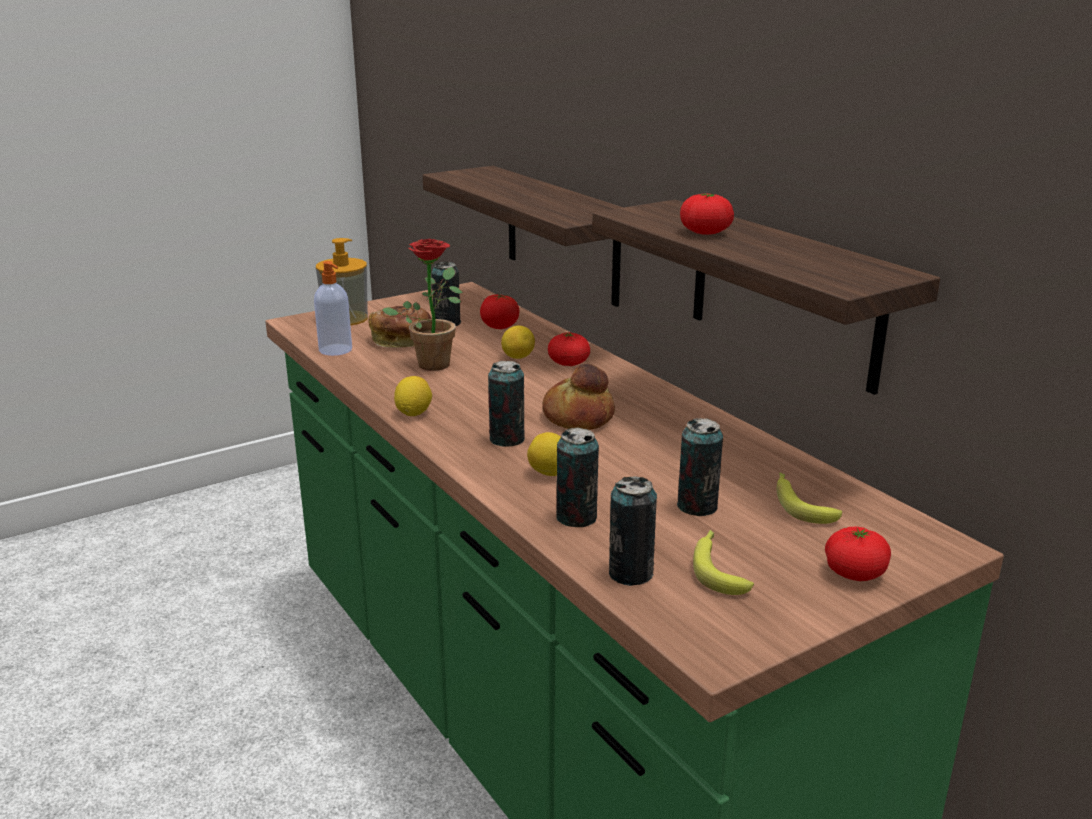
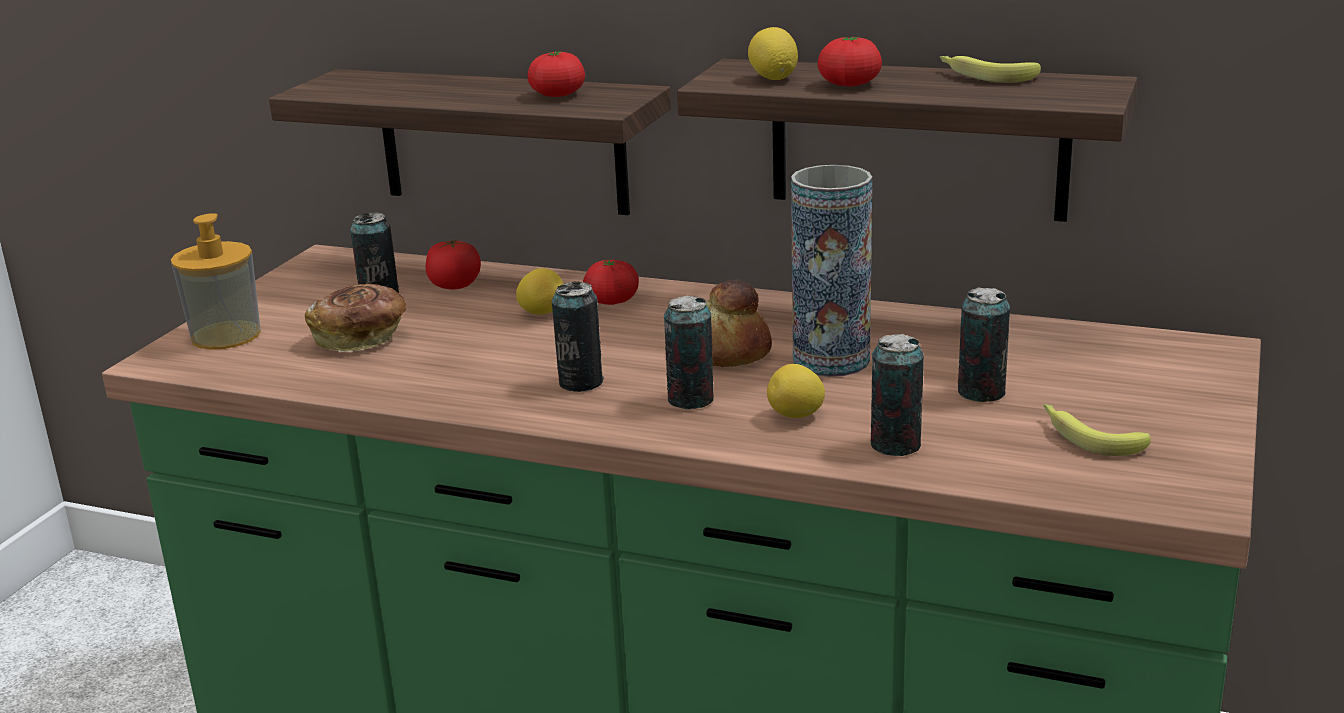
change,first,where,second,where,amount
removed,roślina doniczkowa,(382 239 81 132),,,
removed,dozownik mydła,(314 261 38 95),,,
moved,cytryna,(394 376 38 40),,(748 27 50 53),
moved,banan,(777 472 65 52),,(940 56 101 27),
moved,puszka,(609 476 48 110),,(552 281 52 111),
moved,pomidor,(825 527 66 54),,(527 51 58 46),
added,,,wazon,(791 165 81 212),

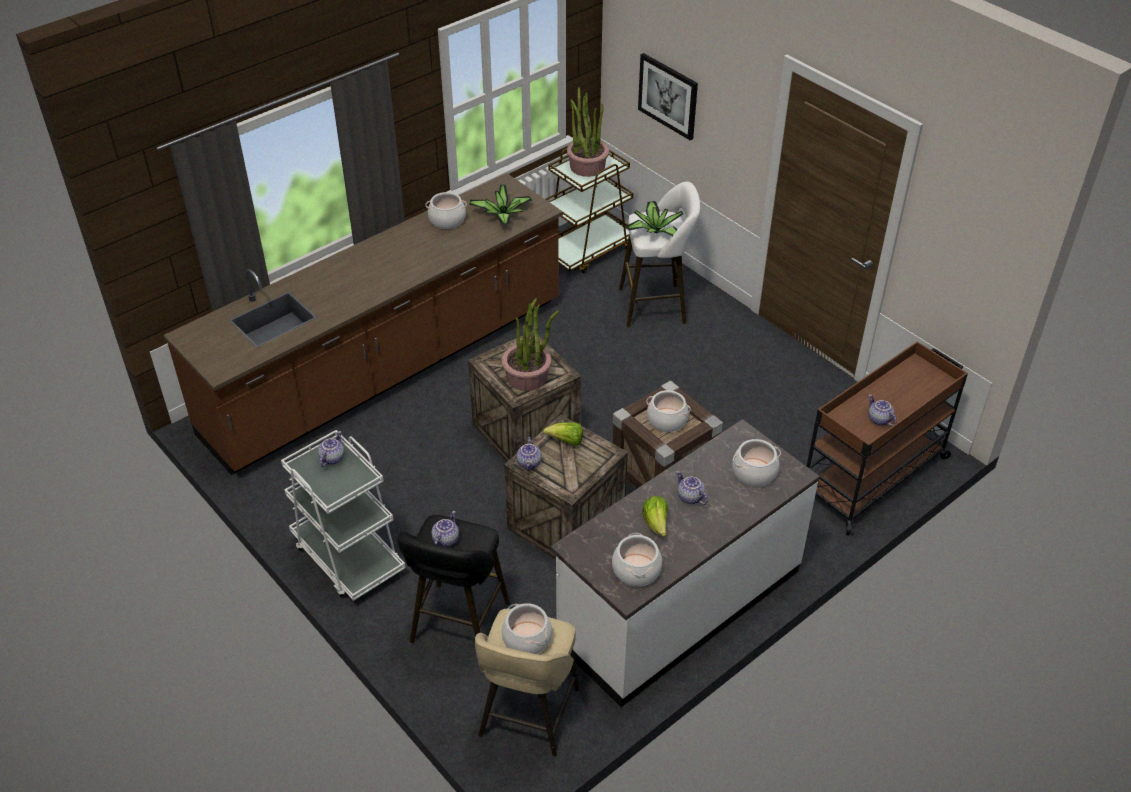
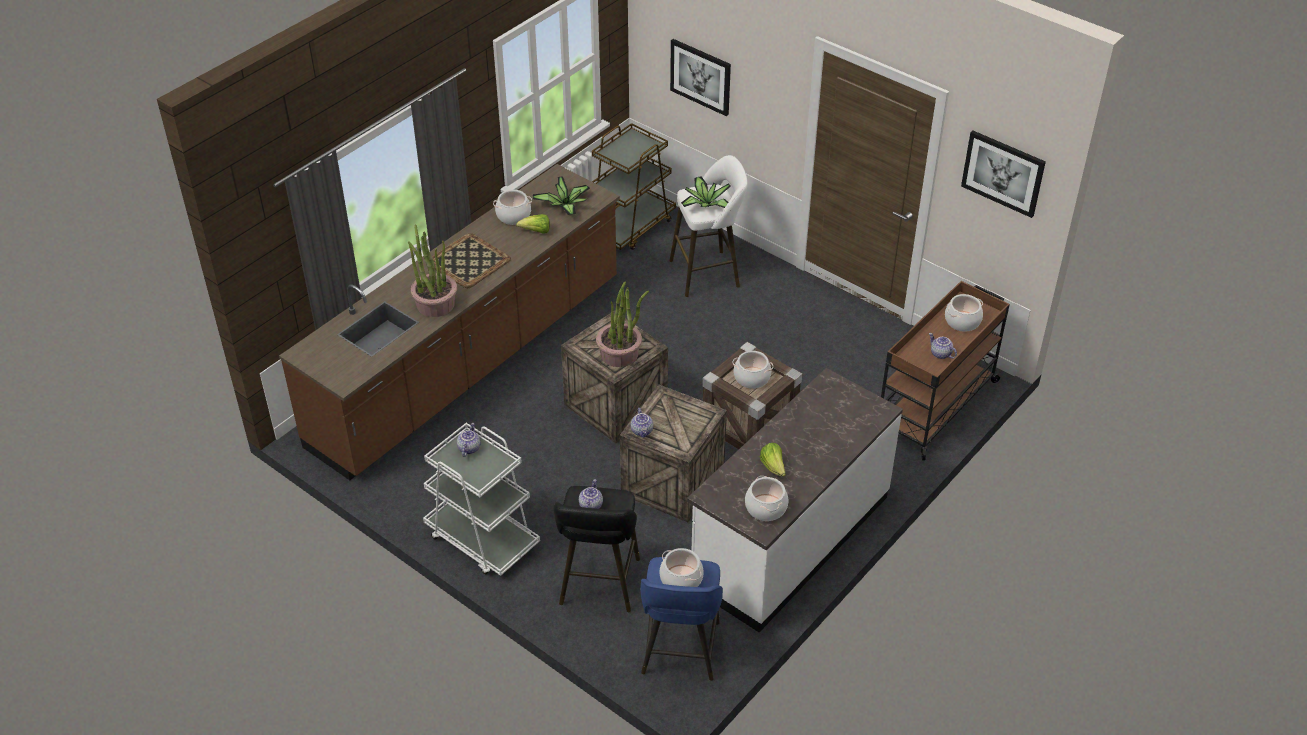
change,first,where,second,where,amount
moved,roślina doniczkowa,(567 87 42 90),,(408 224 49 93),
moved,sałata,(543 422 40 24),,(516 214 34 20),
moved,garnek,(732 439 49 47),,(945 294 38 38),
removed,imbryk,(676 471 32 34),,,
recoloured,stołek (beżowy),(475 609 104 147),stołek (niebieski),(640 557 83 124),
added,,,obraz,(961 131 85 87),
added,,,taca,(432 233 79 55),

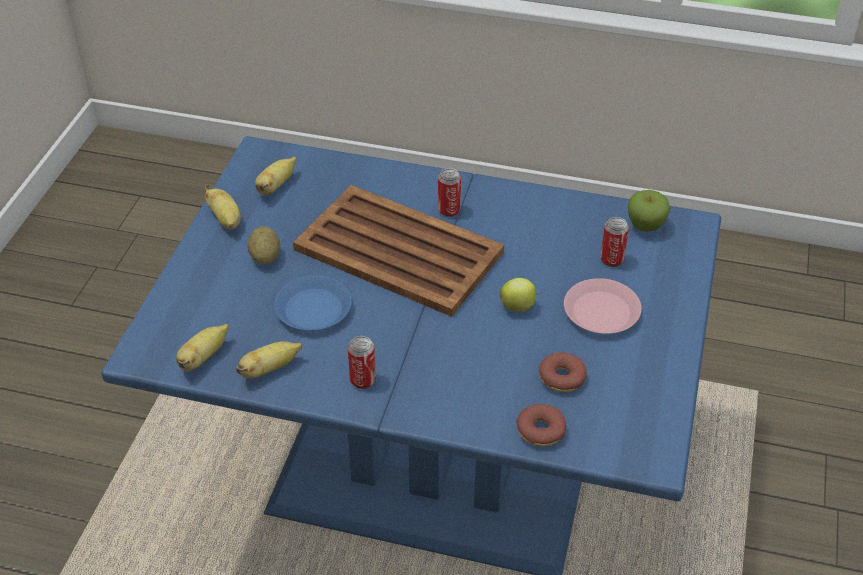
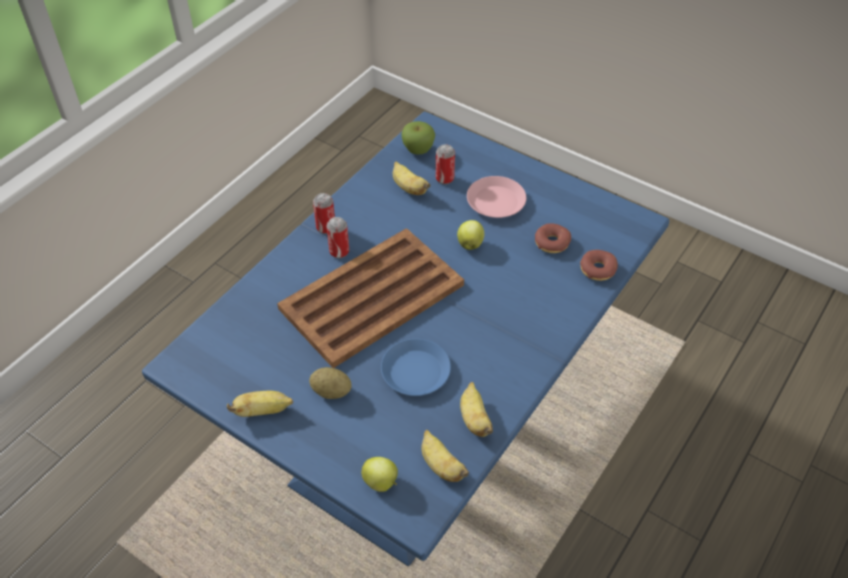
change,first,where,second,where,amount
moved,banan,(255 157 41 38),,(393 161 38 34),
moved,puszka,(348 336 28 53),,(313 193 22 41),
added,,,jabłko,(361 457 37 35),

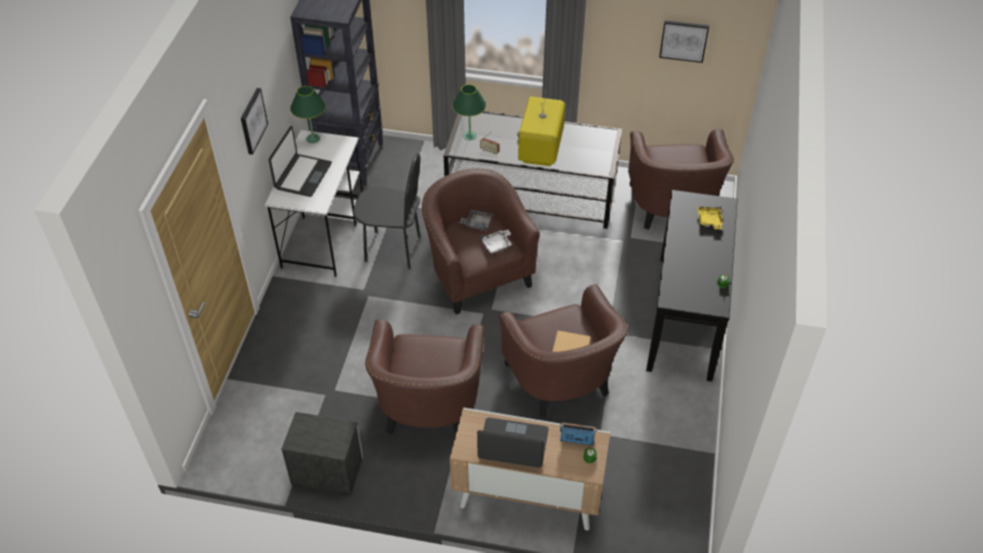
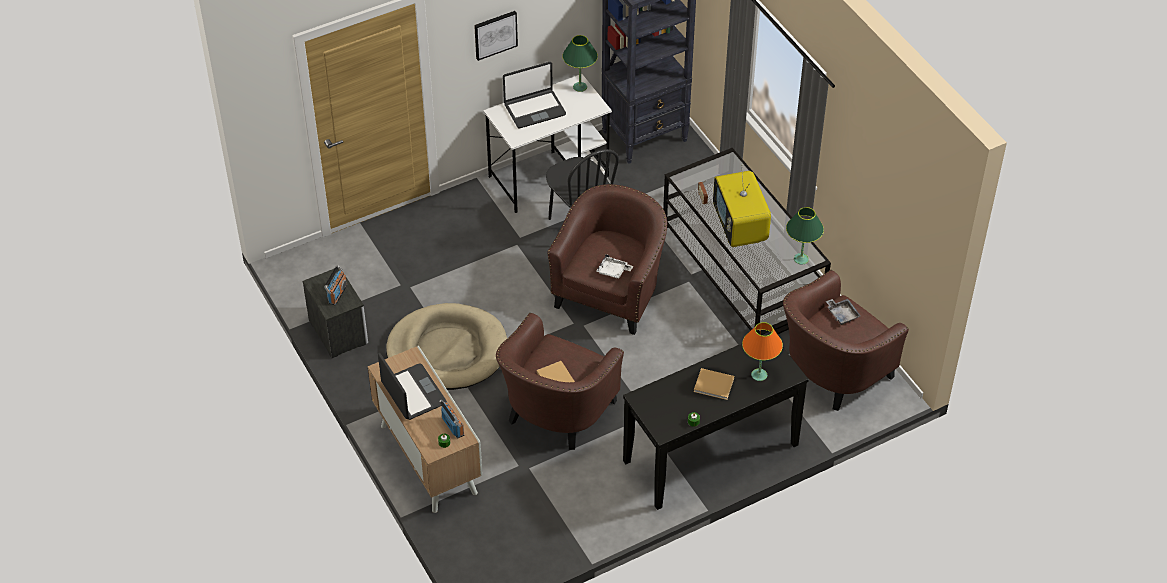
change,first,where,second,where,amount
removed,obraz,(659 20 50 43),,,
moved,lampa stołowa (zielony),(452 84 34 56),,(786 207 38 57),
turned,telewizor,(517 87 48 79),,(713 165 58 82),75 degrees counterclockwise
replaced,taca (żółty),(697 206 26 23),lampa stołowa (pomarańczowy),(742 322 41 59),
moved,taca (szary),(460 210 34 21),,(826 299 35 26),
replaced,fotel (brązowy),(365 319 119 115),legowisko (beżowy),(386 303 121 87),
added,,,radio,(324 265 23 40),
added,,,książka (beżowy),(694 368 40 32),

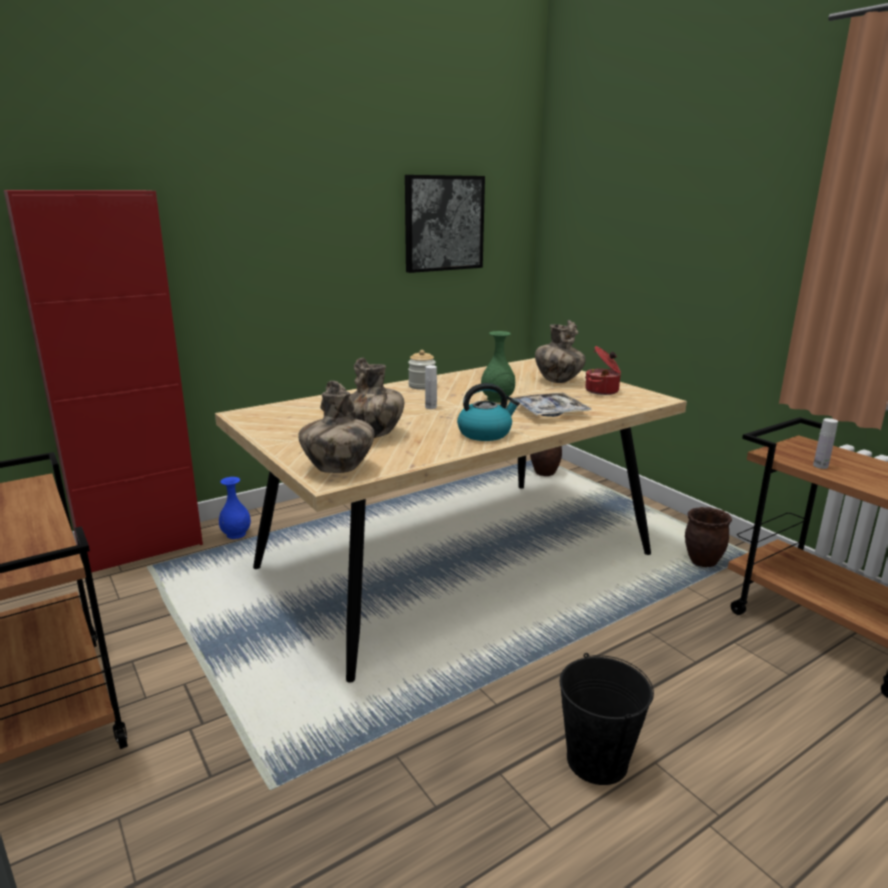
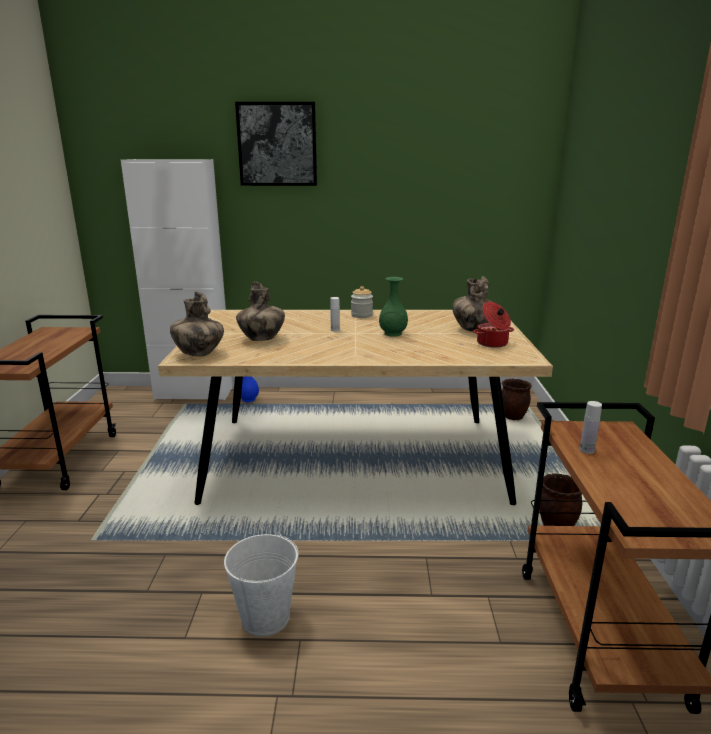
change,first,where,second,where,amount
moved,obraz,(405 175 80 98),,(235 102 82 84),
recoloured,szafka (czerwony),(4 190 199 383),szafka (biały),(121 159 111 241),
removed,czajnik,(457 383 63 58),,,
removed,taca,(513 393 79 24),,,
recoloured,wiadro (czarny),(560 653 94 132),wiadro (biały),(224 532 74 105),

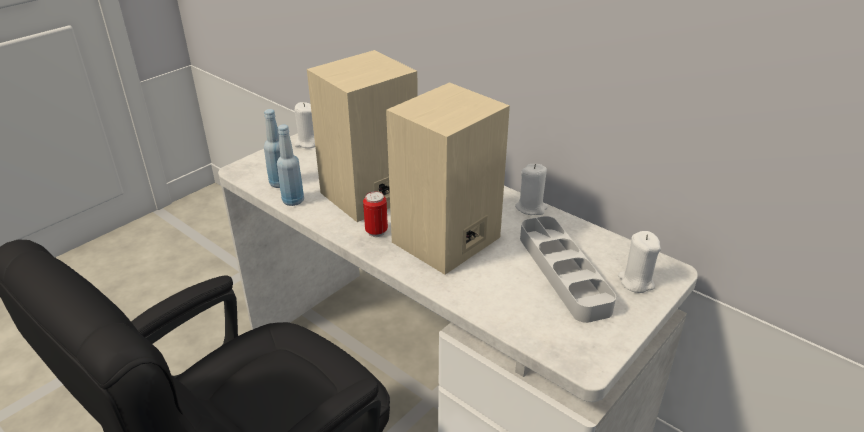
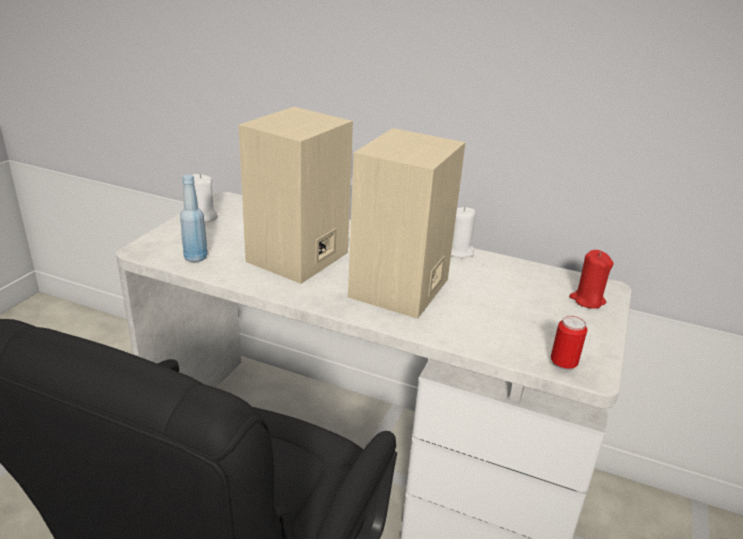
change,first,where,second,where,amount
removed,butelka (niebieski),(277 124 27 82),,,
moved,puszka,(363 191 25 46),,(551 316 37 55),
removed,taca (szary),(520 216 96 107),,,
recoloured,świeca (biały),(618 231 43 62),świeca (czerwony),(569 250 45 59),

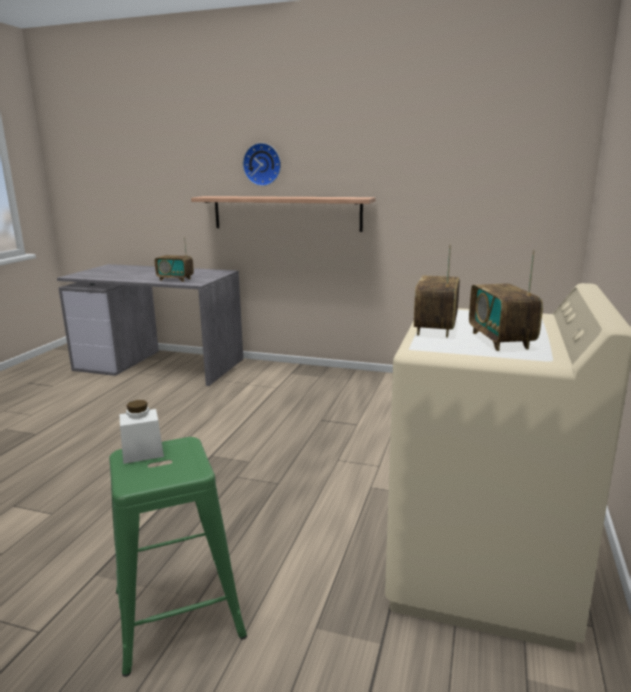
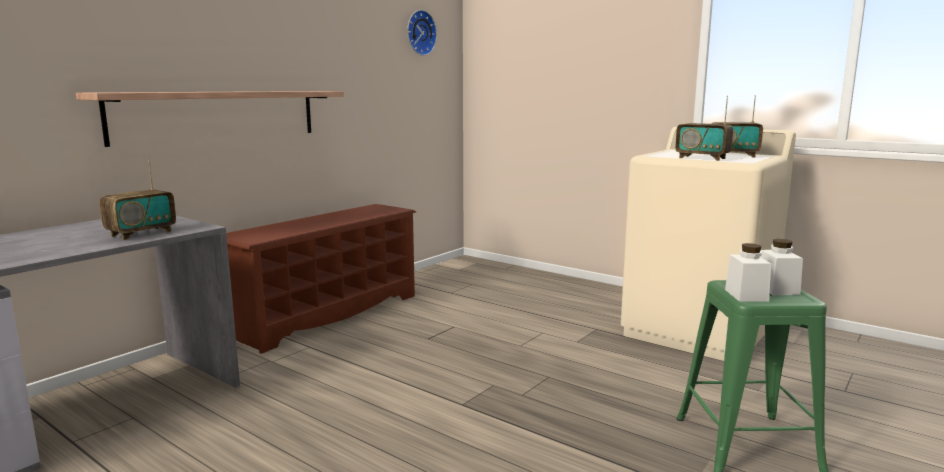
change,first,where,second,where,amount
moved,zegar ścienny,(243 143 38 43),,(407 10 30 46),
added,,,regał na buty (brązowy),(226 204 190 150),
added,,,słoik (biały),(760 239 43 56),

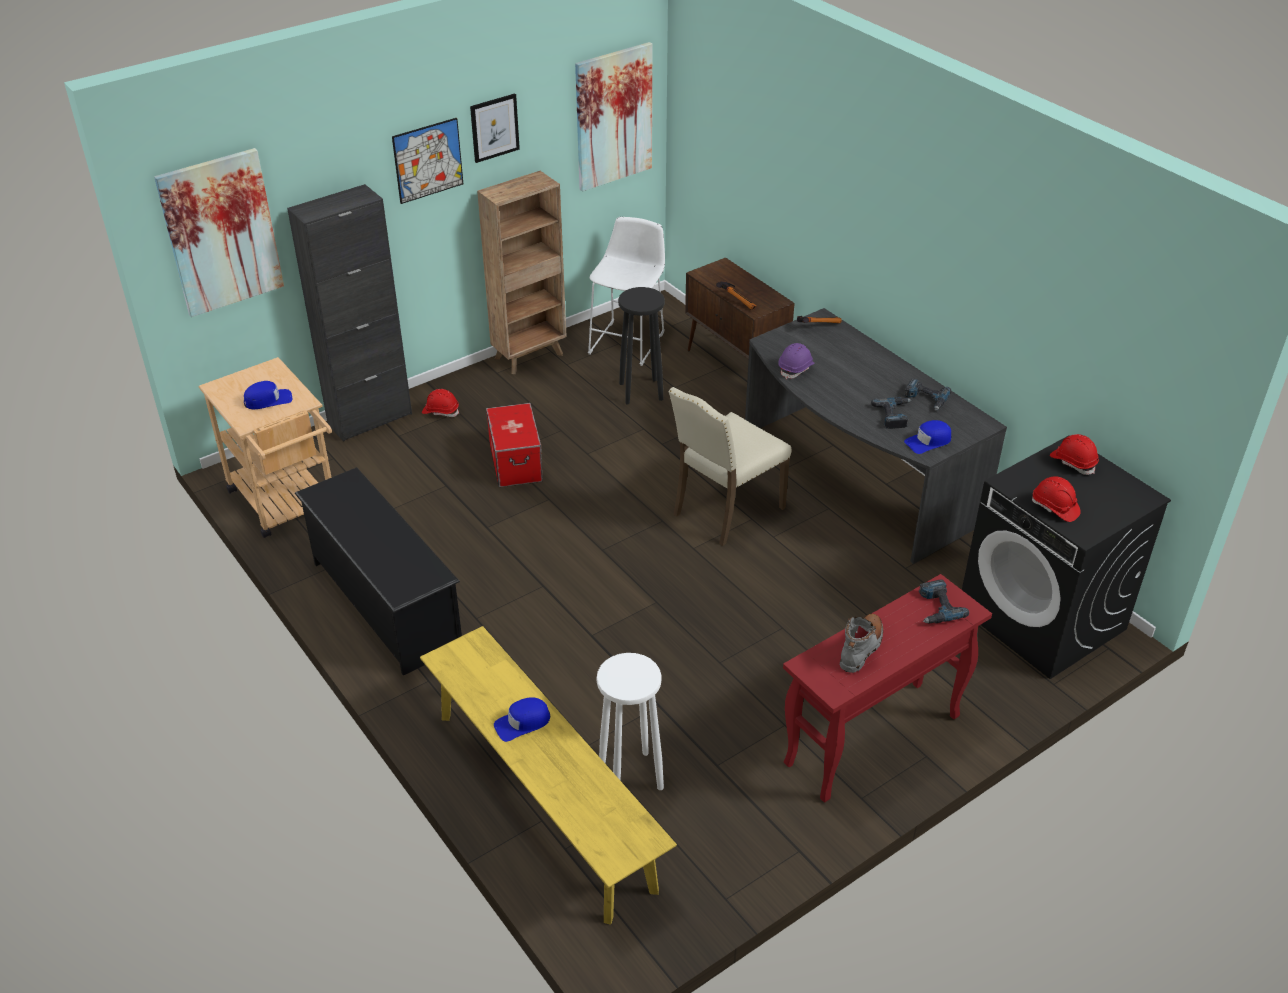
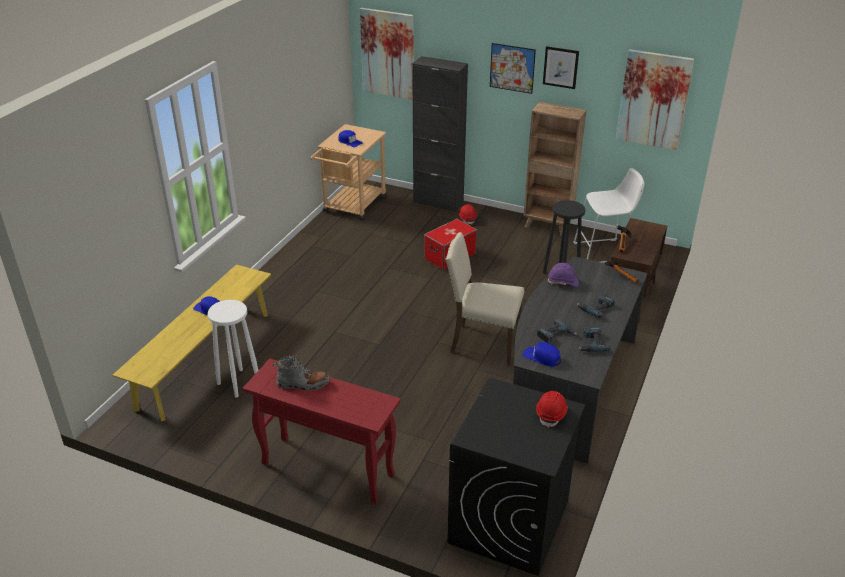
change,first,where,second,where,amount
removed,regał na buty (czarny),(295 467 167 209),,,
removed,kask (czerwony),(1032 476 49 46),,,
moved,wiertarka,(919 579 50 45),,(577 294 38 24),

